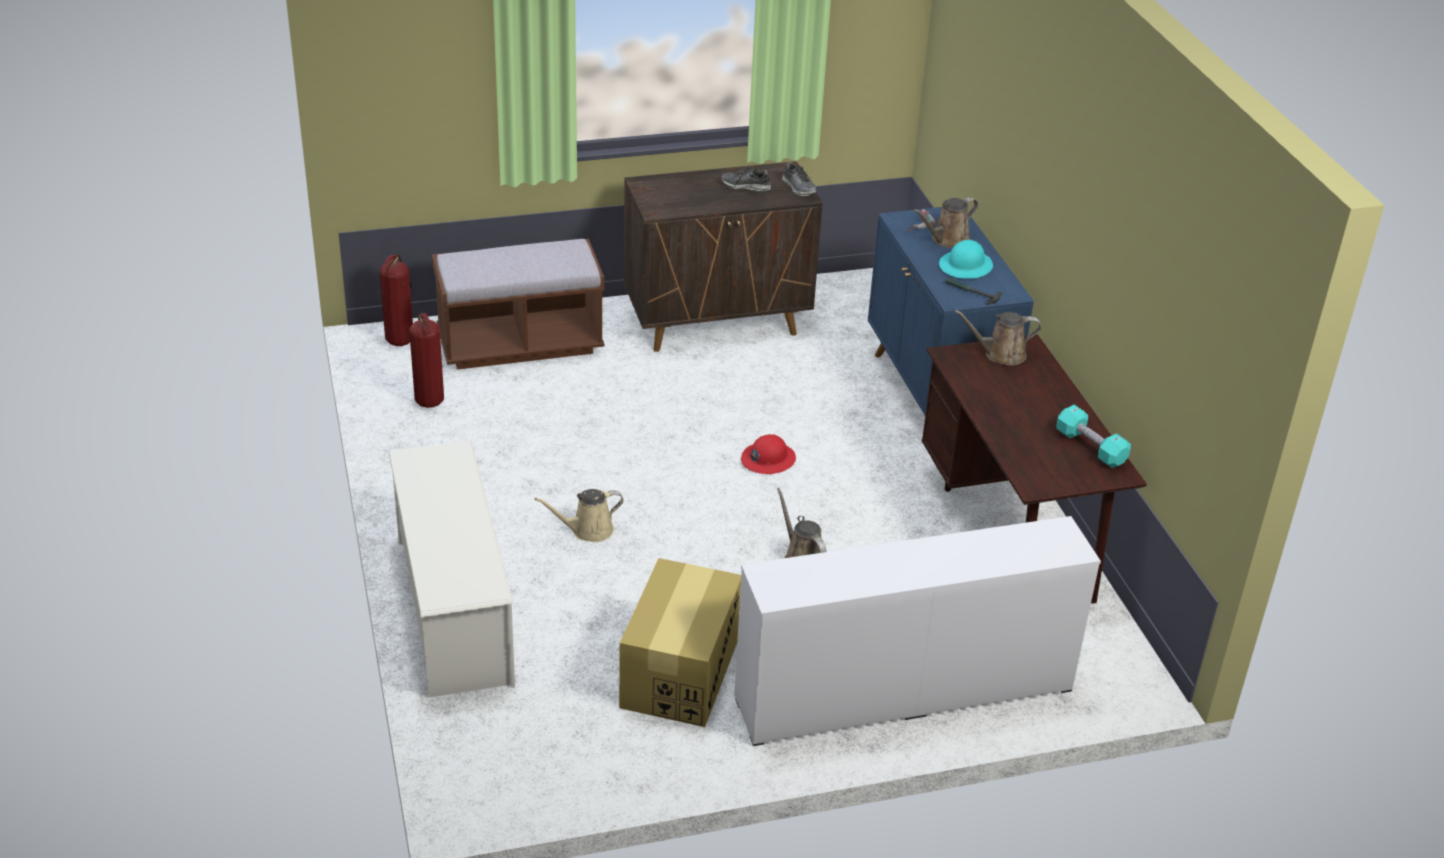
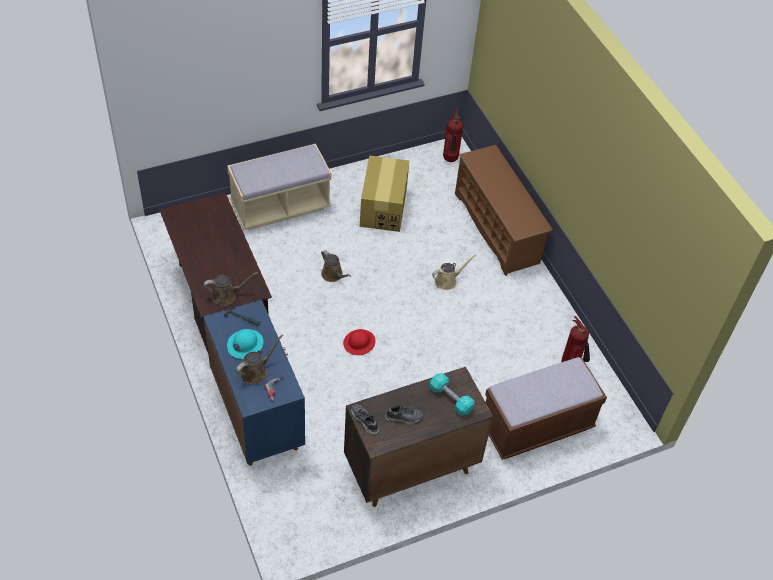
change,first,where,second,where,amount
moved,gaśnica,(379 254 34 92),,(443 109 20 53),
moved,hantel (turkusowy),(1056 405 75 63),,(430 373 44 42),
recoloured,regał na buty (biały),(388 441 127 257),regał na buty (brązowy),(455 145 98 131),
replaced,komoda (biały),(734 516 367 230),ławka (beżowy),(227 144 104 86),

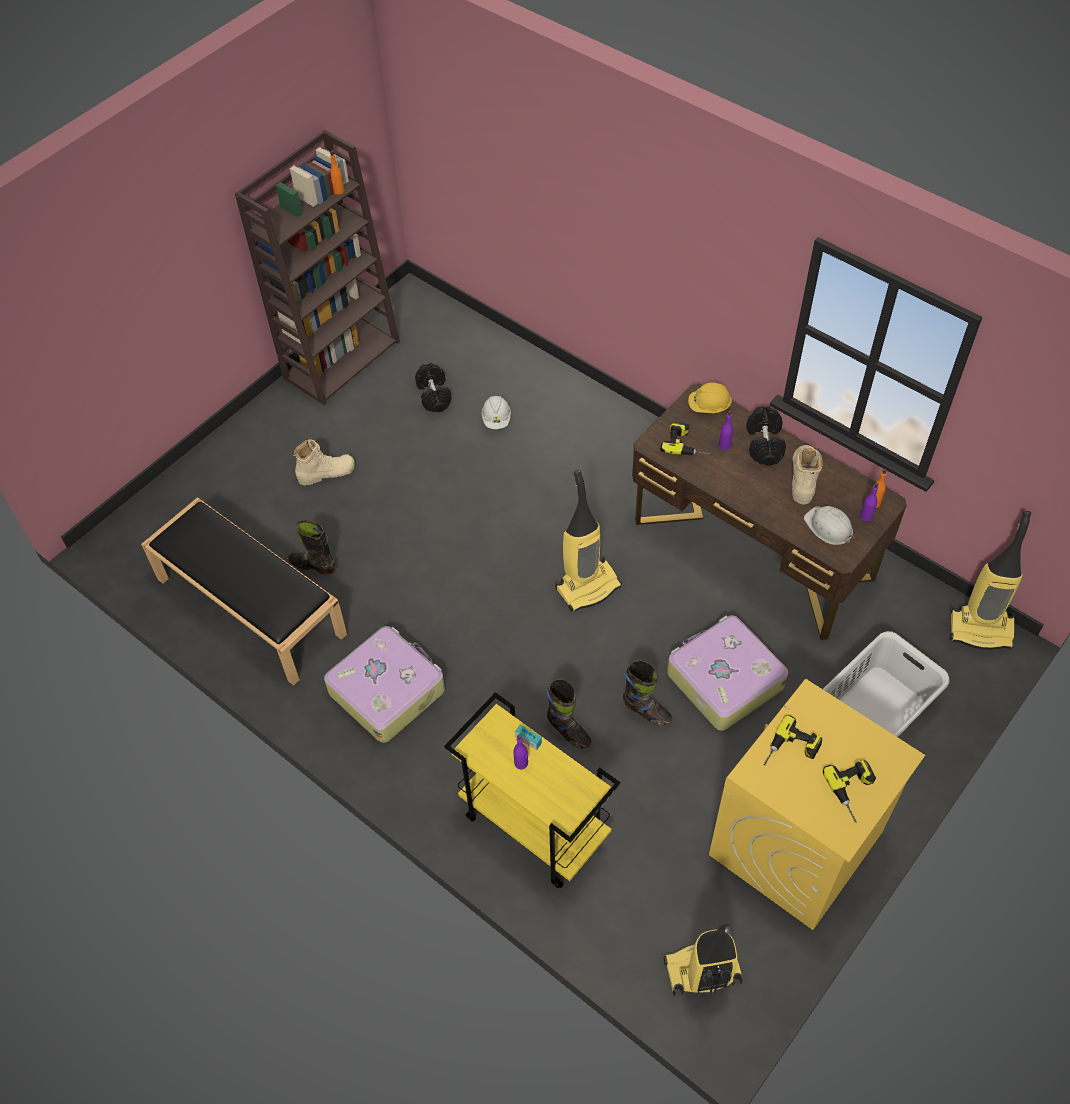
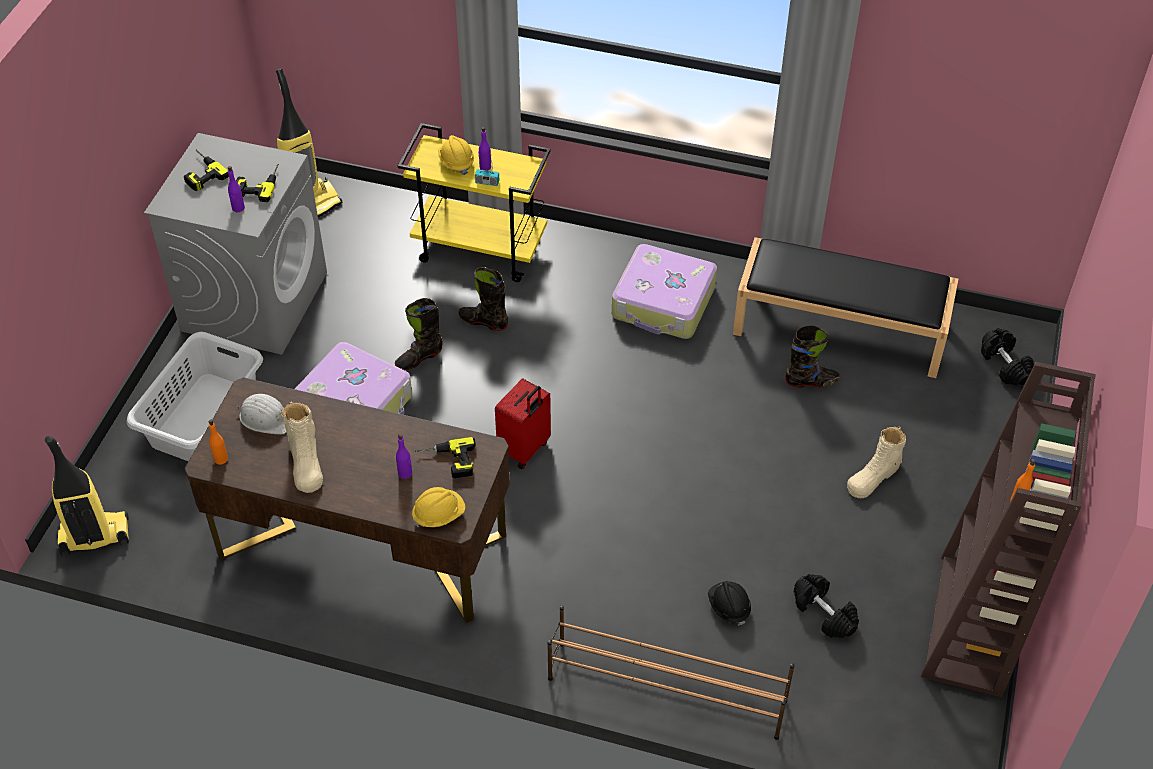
change,first,where,second,where,amount
recoloured,kask (biały),(481 396 30 33),kask (czarny),(708 581 43 45),
moved,hantel (czarny),(747 406 39 60),,(981 328 53 57),
replaced,odkurzacz,(555 470 67 142),walizka (czerwony),(495 378 56 91),
moved,butelka (fioletowy),(860 483 18 39),,(228 166 17 46),
turned,but z cholewką (czarny),(623 660 50 65),,(395 298 48 72),45 degrees counterclockwise
recoloured,pralka (żółty),(709 679 216 251),pralka (szary),(144 133 183 221),
added,,,kask (żółty),(438 135 36 40),
added,,,regał na buty (brązowy),(547 606 248 134),

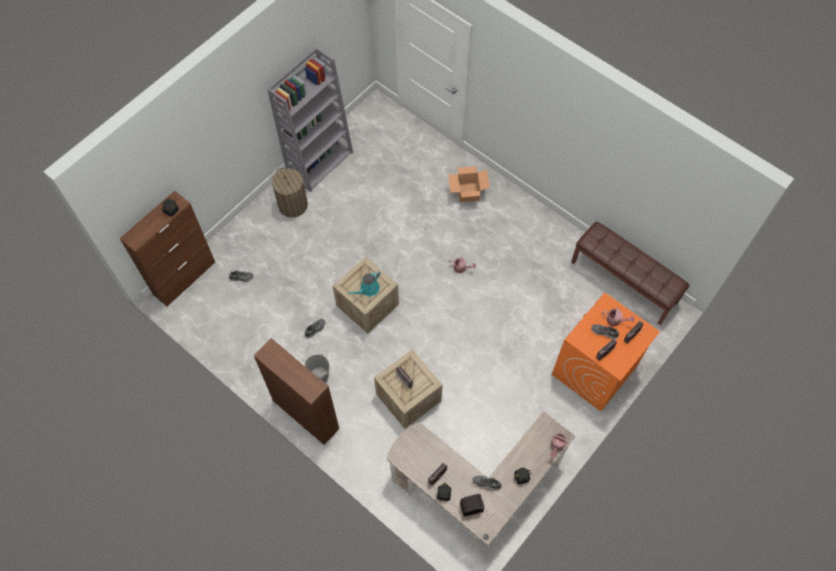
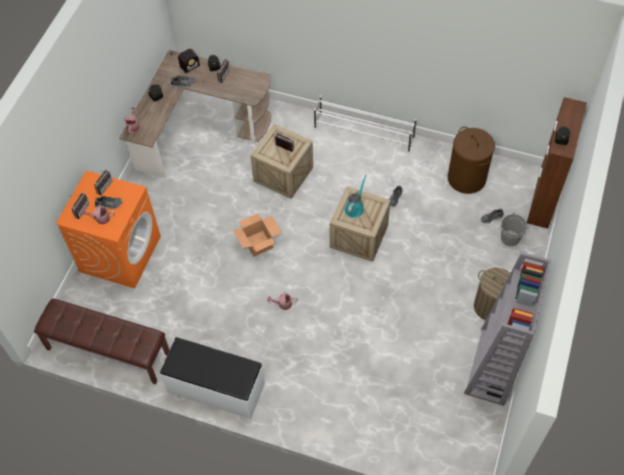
change,first,where,second,where,amount
moved,karton,(448 166 42 36),,(233 213 49 44),
replaced,szafka (brązowy),(254 338 85 107),regał na buty (biały),(314 96 102 57),
moved,wiadro (szary),(304 354 26 29),,(501 212 26 34),
added,,,kosz na pranie (brązowy),(448 127 47 67),
added,,,ławka (biały),(160 337 105 82),

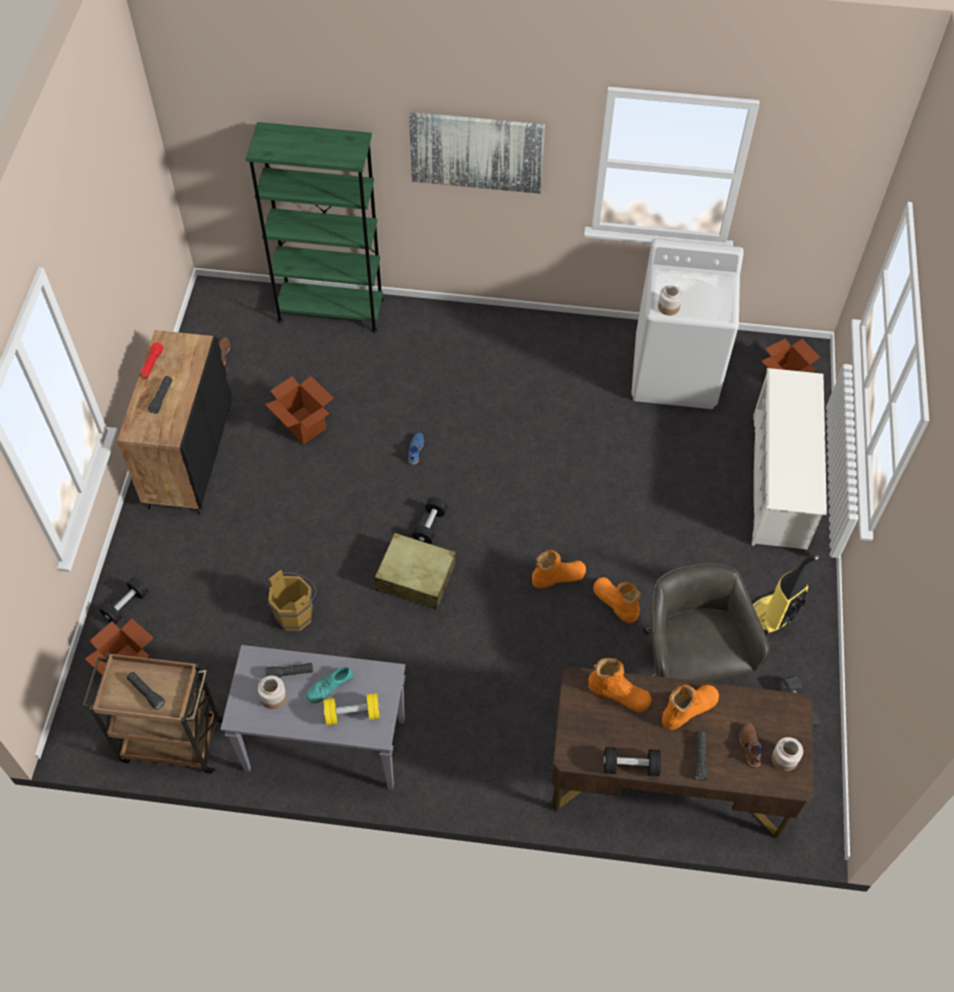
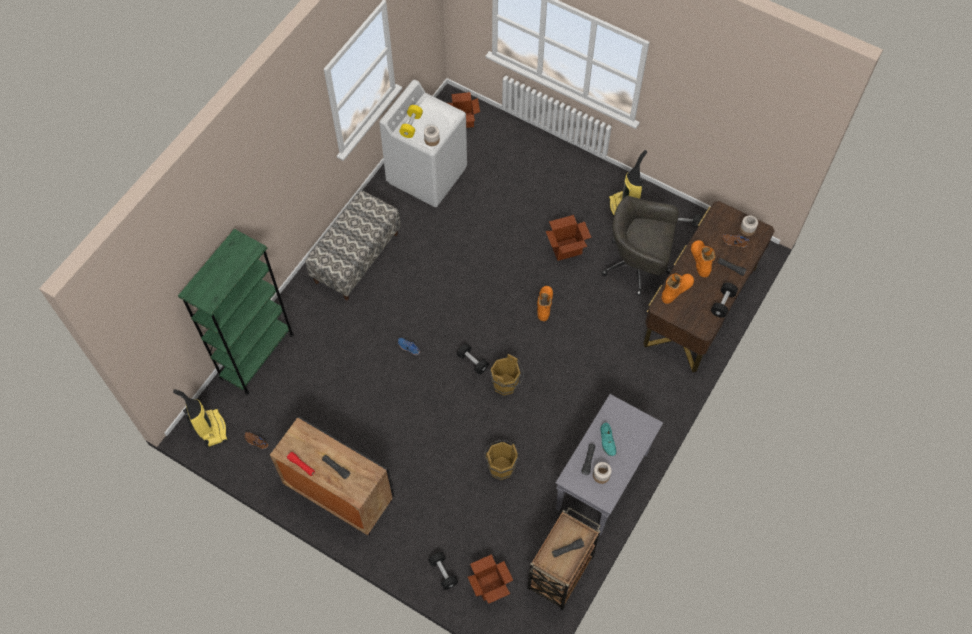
change,first,where,second,where,amount
removed,obraz,(409 112 136 82),,,
removed,regał na buty (biały),(752 368 75 182),,,
moved,karton,(265 376 69 69),,(546 215 46 46),
replaced,walizka (beżowy),(375 533 81 76),wiadro (brązowy),(490 354 34 41),
removed,but z cholewką (pomarańczowy),(593 577 48 46),,,
moved,hantel (żółty),(324 693 56 32),,(399 105 24 33),
added,,,ławka,(305 190 96 111),
added,,,odkurzacz,(173 389 55 58),

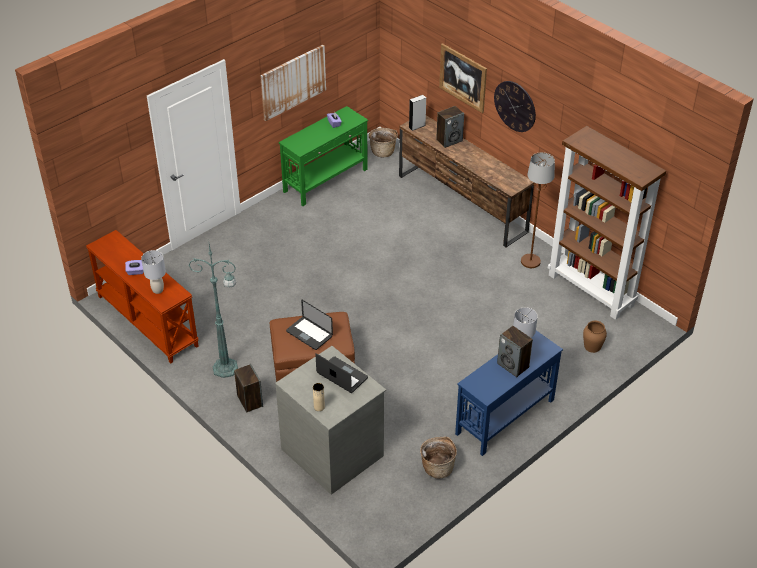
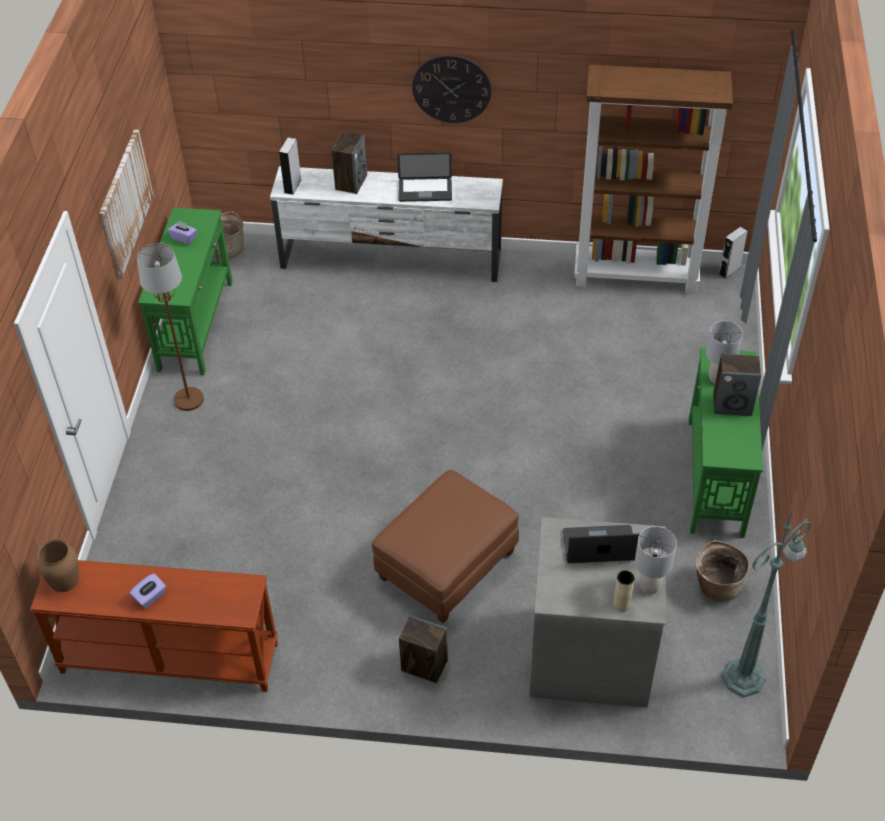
change,first,where,second,where,amount
removed,obraz,(439 43 48 70),,,
recoloured,szafka pod telewizor (brązowy),(399 115 135 133),szafka pod telewizor (biały),(270 166 233 116),
moved,lampa stojąca (brązowy),(521 152 34 116),,(137 243 67 168),
moved,lampa stojąca (zielony),(189 244 49 134),,(721 508 90 189),
moved,lampa stołowa (szary),(141 250 25 44),,(635 526 42 69),
moved,laptop,(286 299 47 51),,(397 153 55 49),
moved,wazon (brązowy),(583 321 24 32),,(36 539 43 53),
recoloured,stolik konsolowy (niebieski),(455 330 108 126),stolik konsolowy (zielony),(689 348 74 190),
added,,,głośnik (szary),(718 227 30 52),

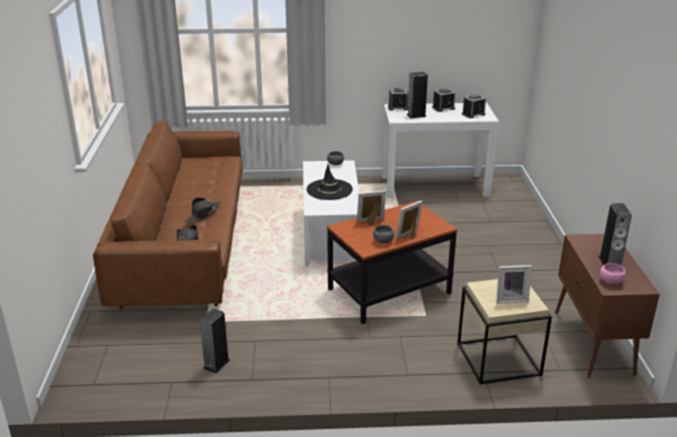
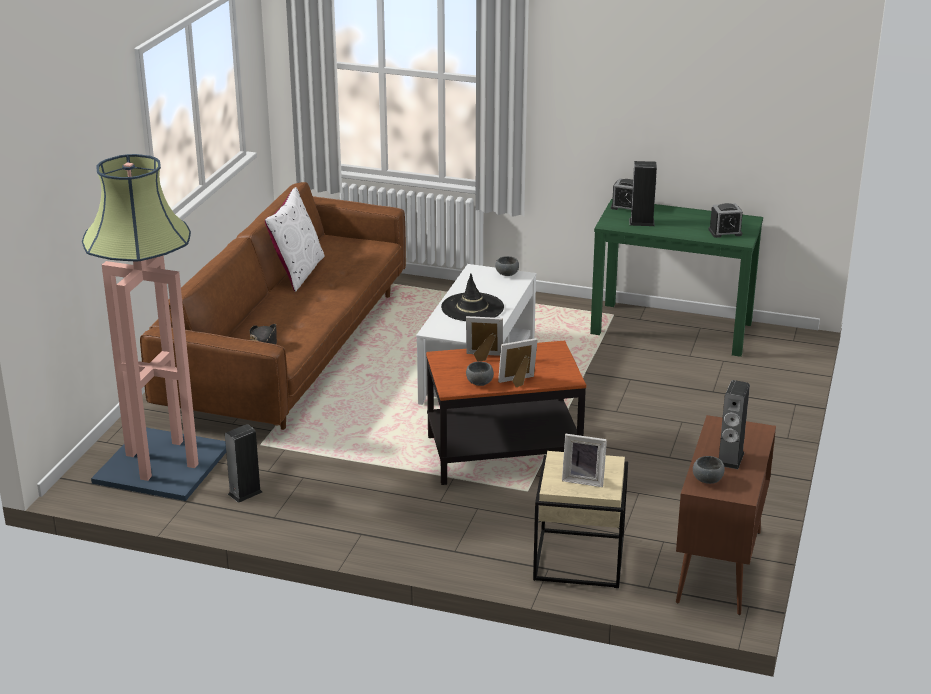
change,first,where,second,where,amount
removed,budzik,(432 88 23 24),,,
recoloured,stolik konsolowy (biały),(382 103 117 95),stolik konsolowy (zielony),(590 199 173 158),
removed,kapelusz (czarny),(184 197 37 25),,,
recoloured,miska (różowy),(600 263 26 21),miska (szary),(693 456 32 28),
added,,,lampa stojąca,(82 154 144 347),
added,,,poduszka (biały),(265 187 59 105),

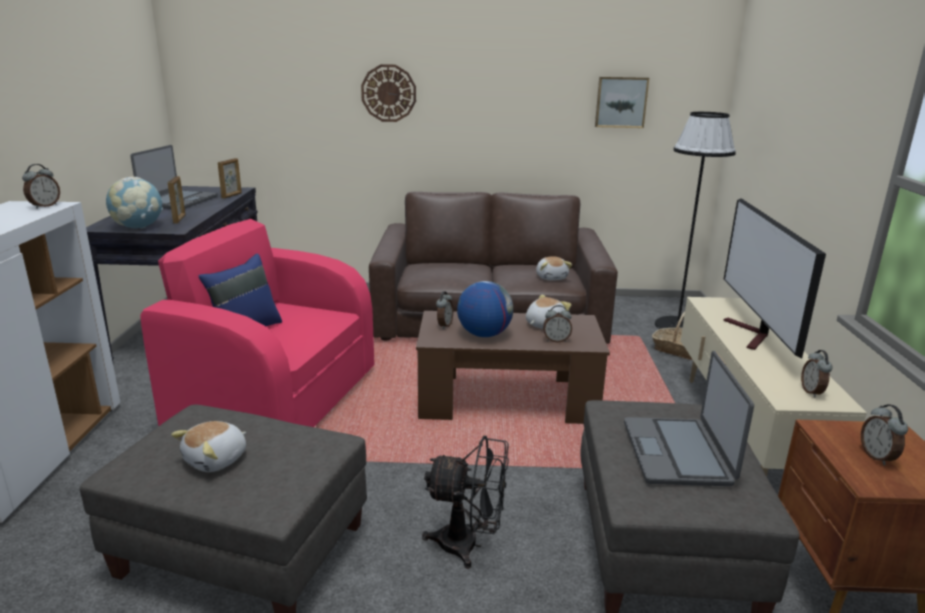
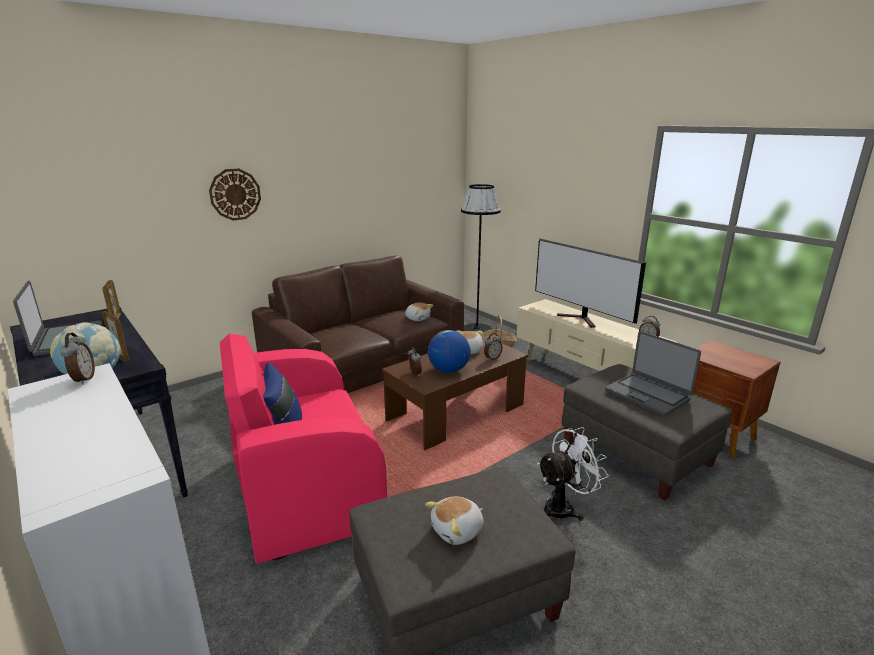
change,first,where,second,where,amount
removed,obraz,(595 77 54 51),,,
removed,budzik,(861 405 47 61),,,
turned,pluszak,(171 421 75 51),,(425 497 58 48),60 degrees clockwise
recoloured,wentylator (czarny),(422 436 87 133),wentylator (biały),(537 427 72 94),

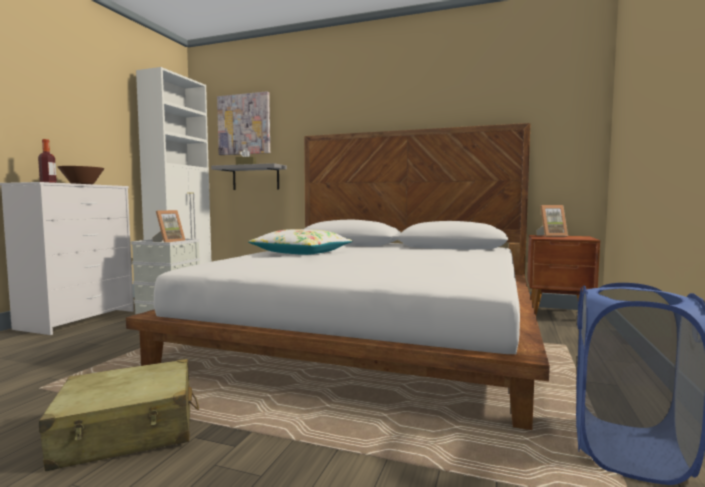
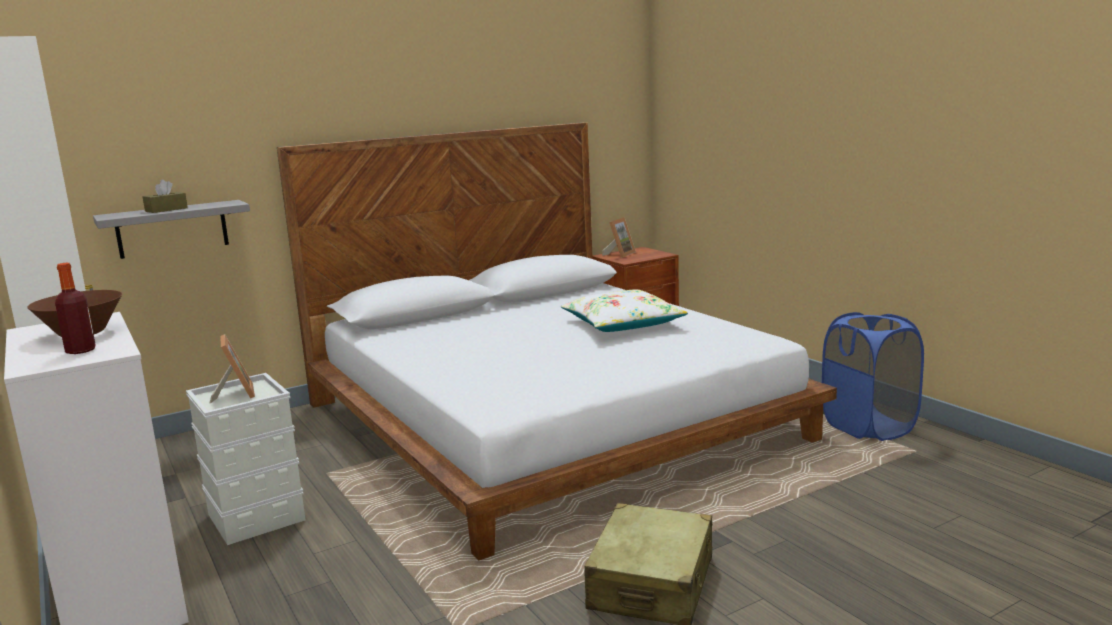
change,first,where,second,where,amount
removed,obraz,(217 91 53 64),,,
moved,poduszka (biały),(248 229 104 26),,(561 290 127 42),

